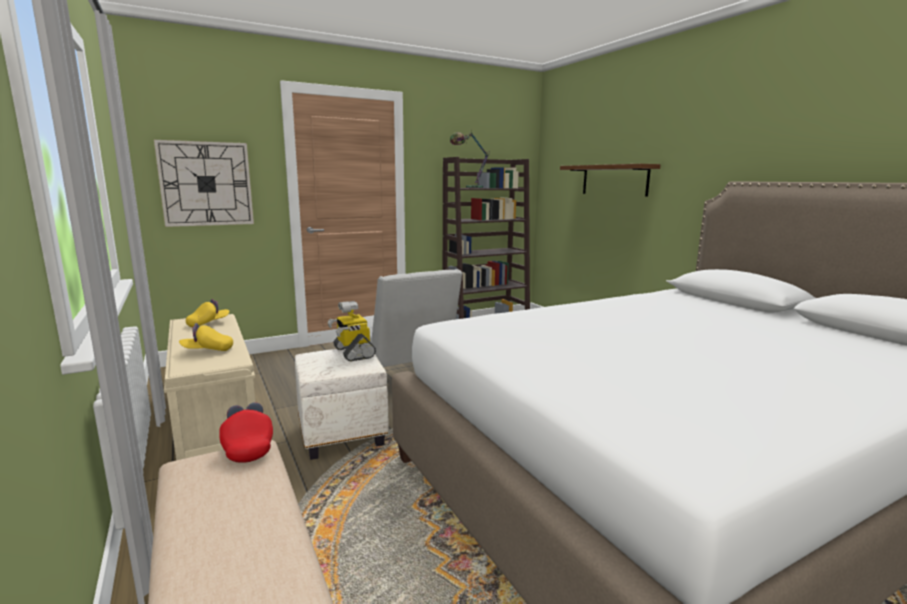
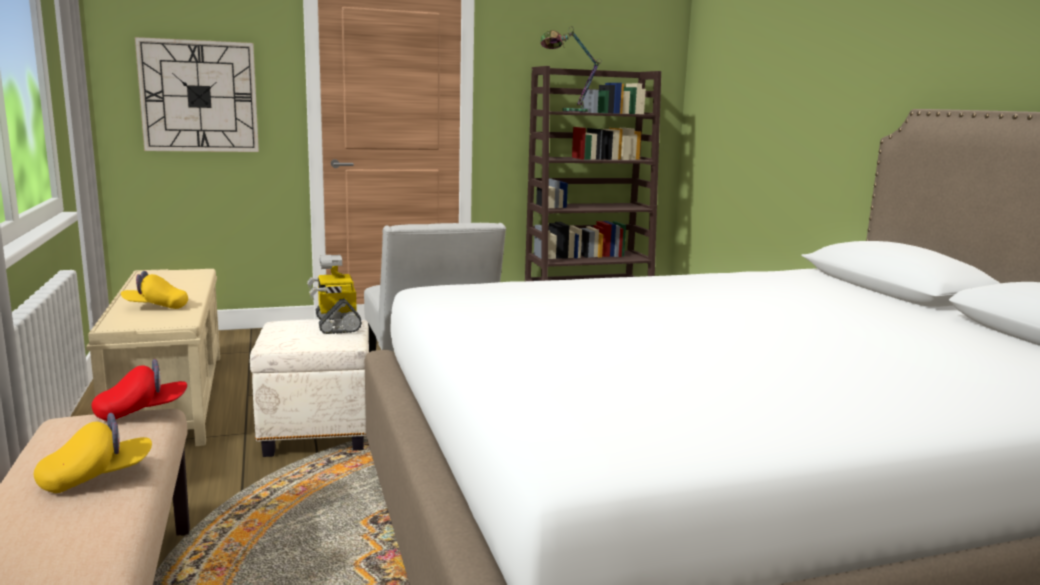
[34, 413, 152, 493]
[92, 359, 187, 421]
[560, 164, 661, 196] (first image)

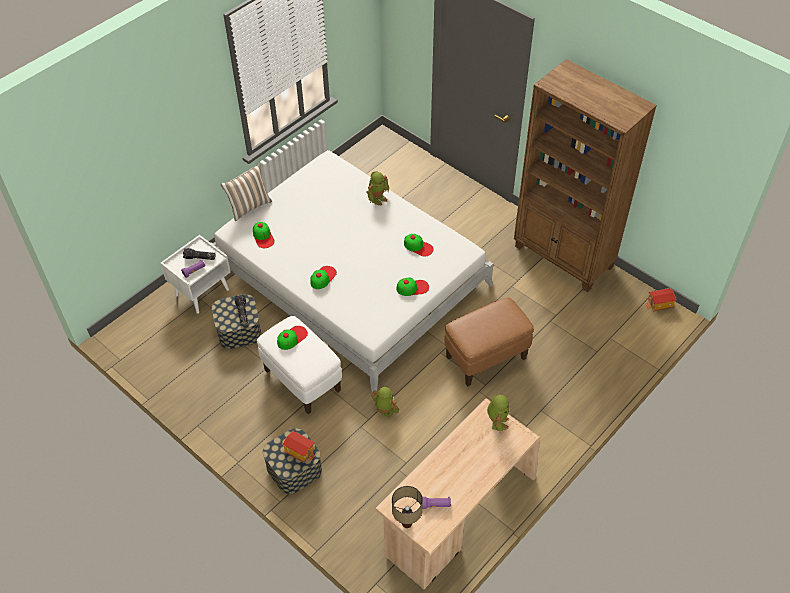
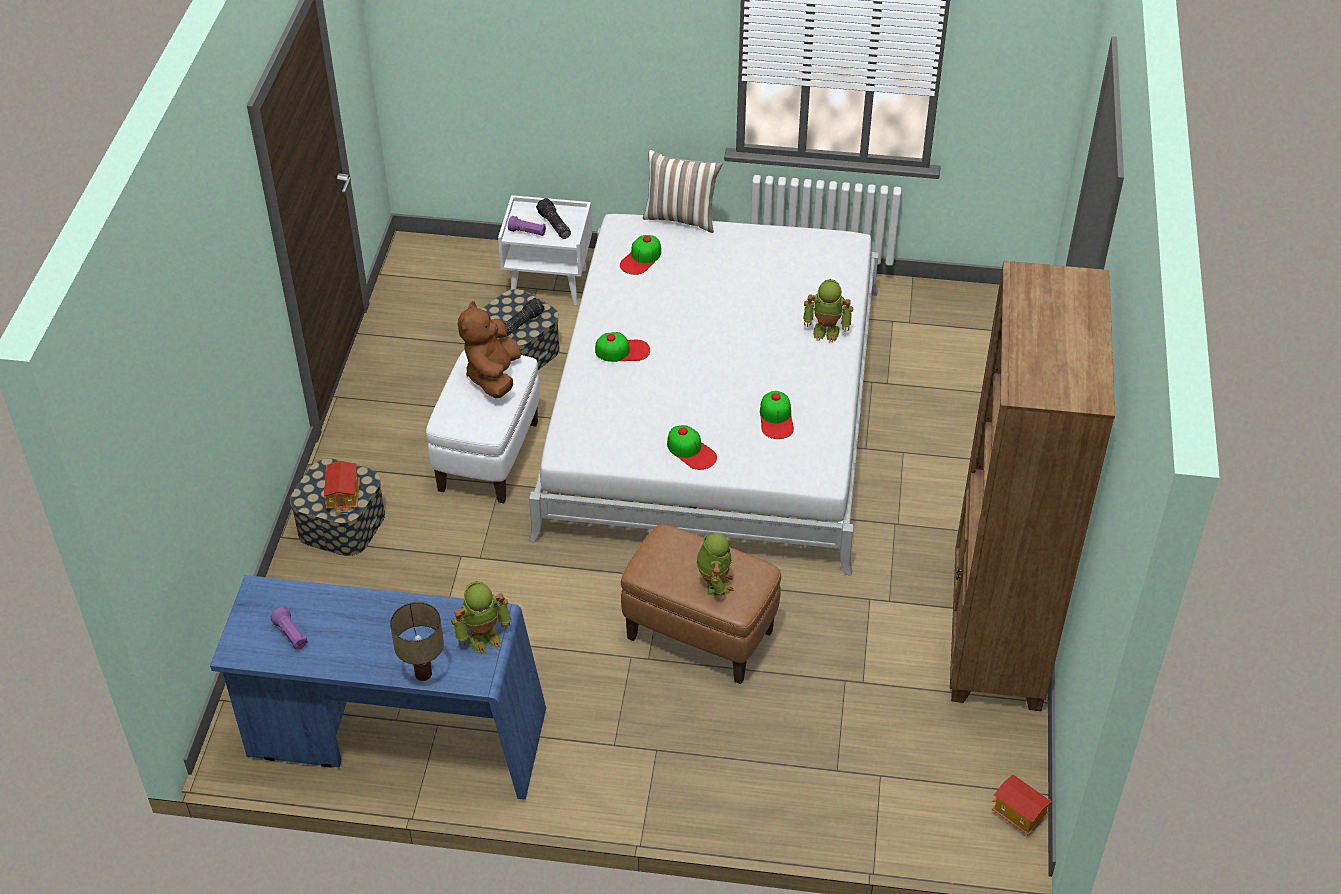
[210, 575, 546, 800]
[390, 602, 444, 681]
[458, 301, 521, 398]
[696, 533, 734, 598]

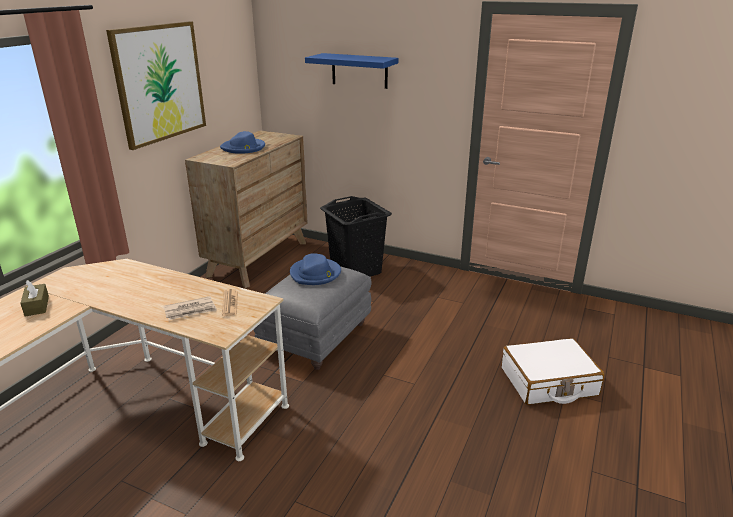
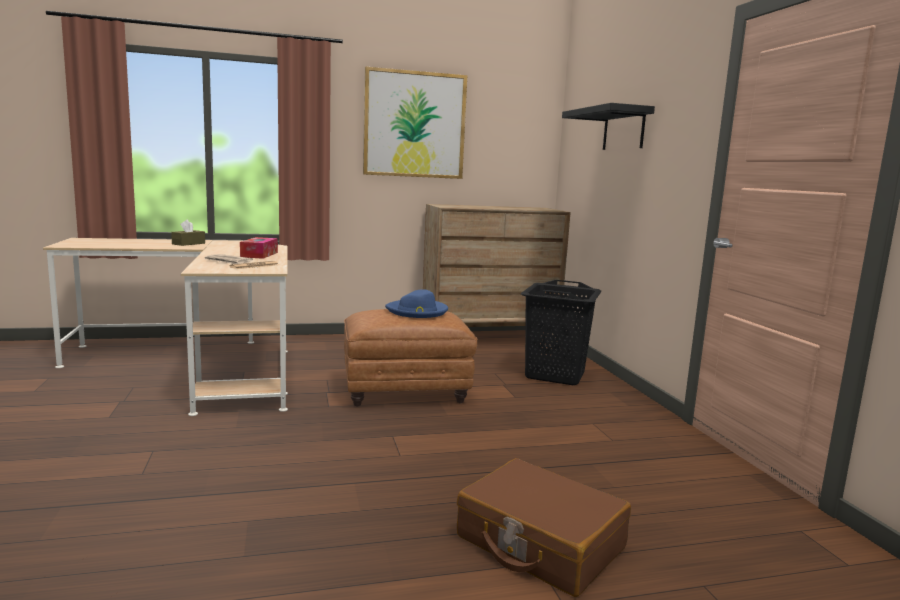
[240, 237, 278, 259]
[344, 309, 478, 407]
[457, 458, 631, 597]
[562, 103, 655, 150]
[220, 131, 265, 154] (first image)

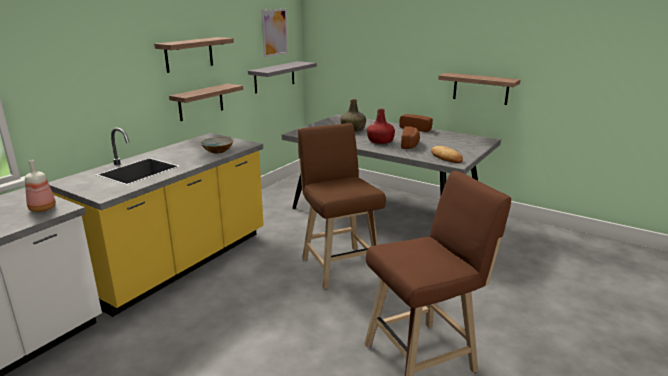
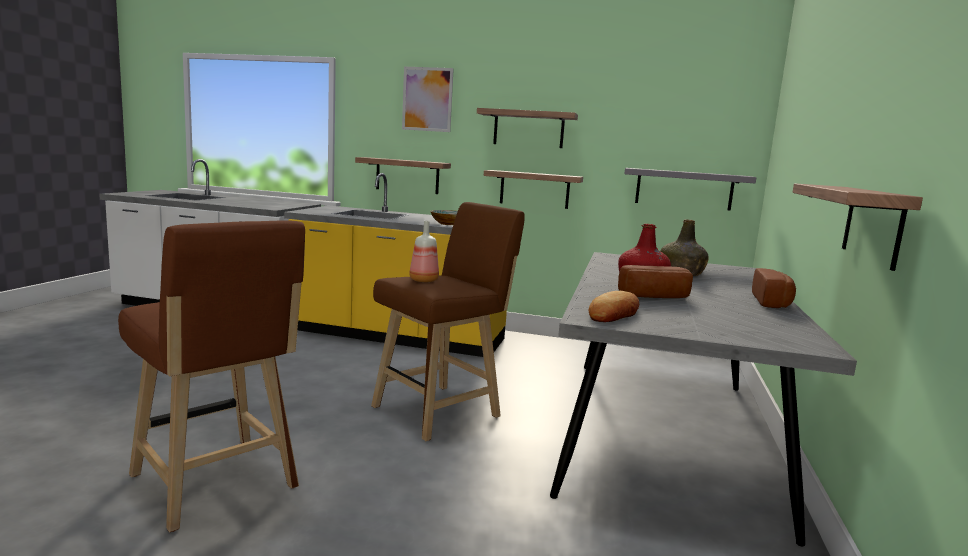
[355, 157, 451, 194]
[402, 67, 454, 132]
[409, 221, 439, 282]

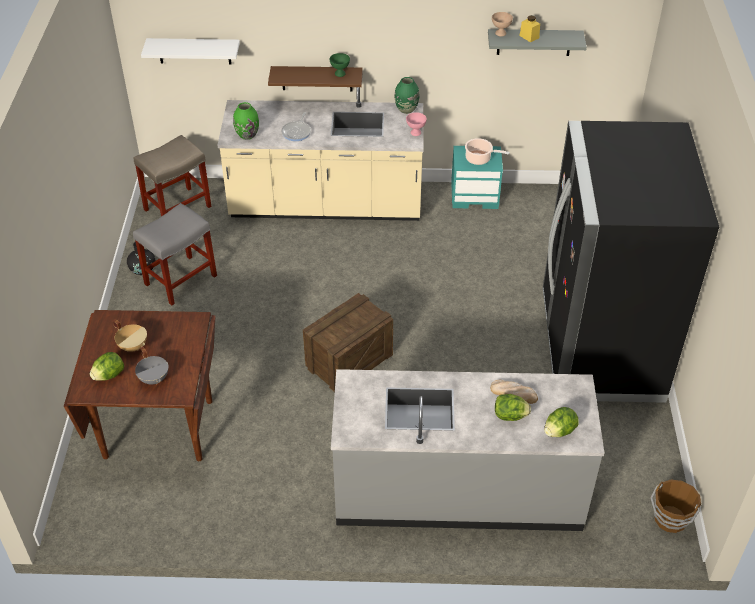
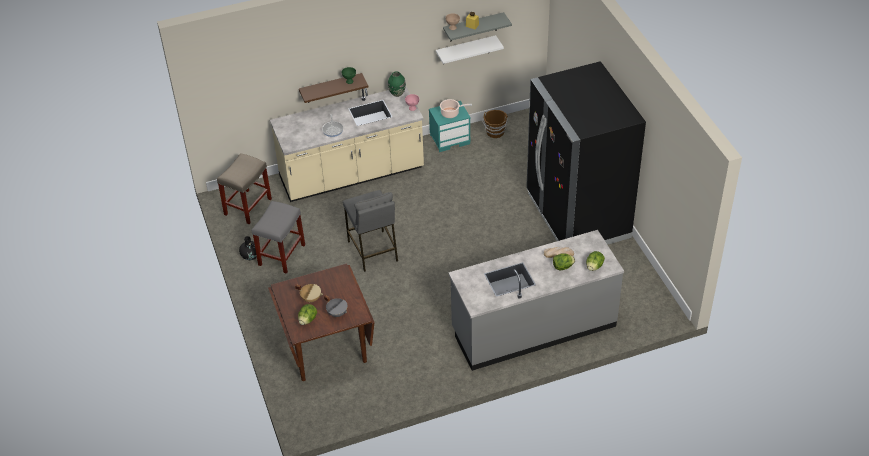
[343, 190, 398, 272]
[436, 35, 504, 64]
[482, 110, 508, 138]
[233, 102, 259, 140] (first image)
[303, 293, 393, 392] (first image)

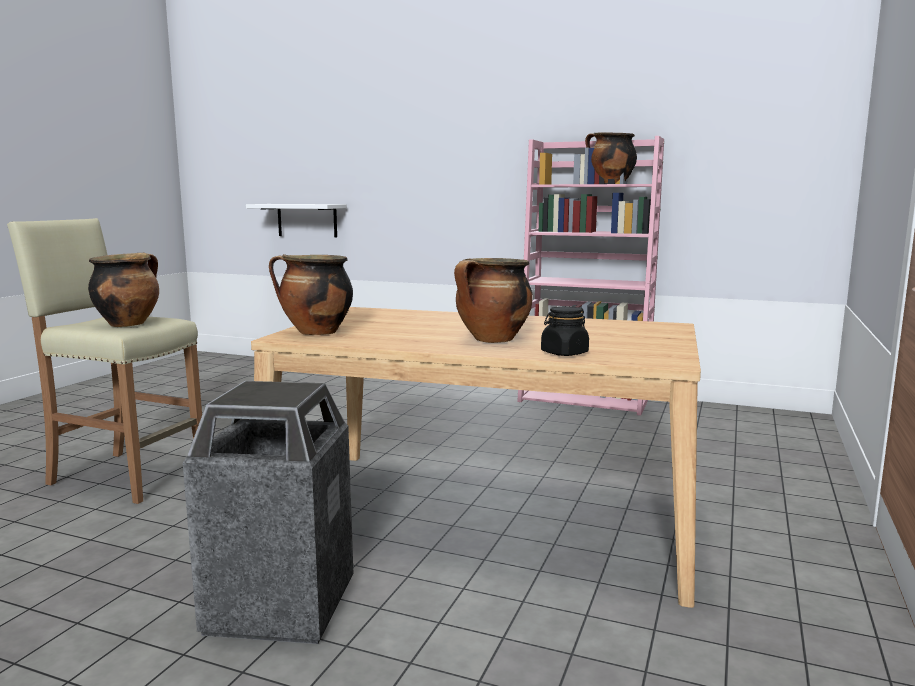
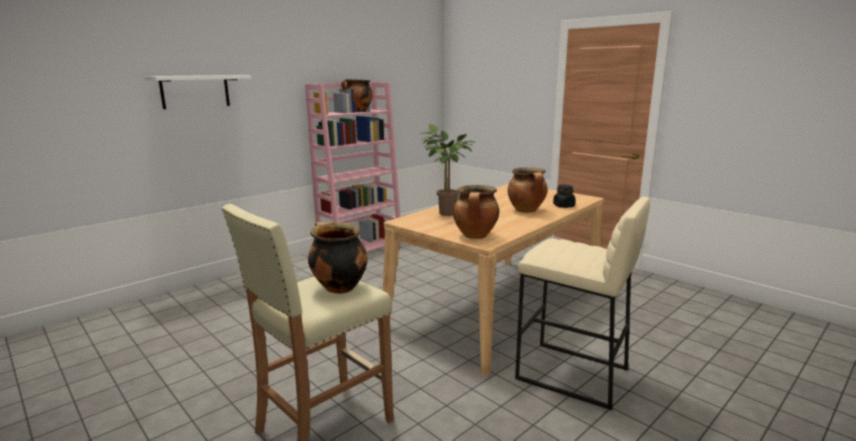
[145, 75, 251, 109]
[421, 124, 476, 216]
[515, 197, 650, 410]

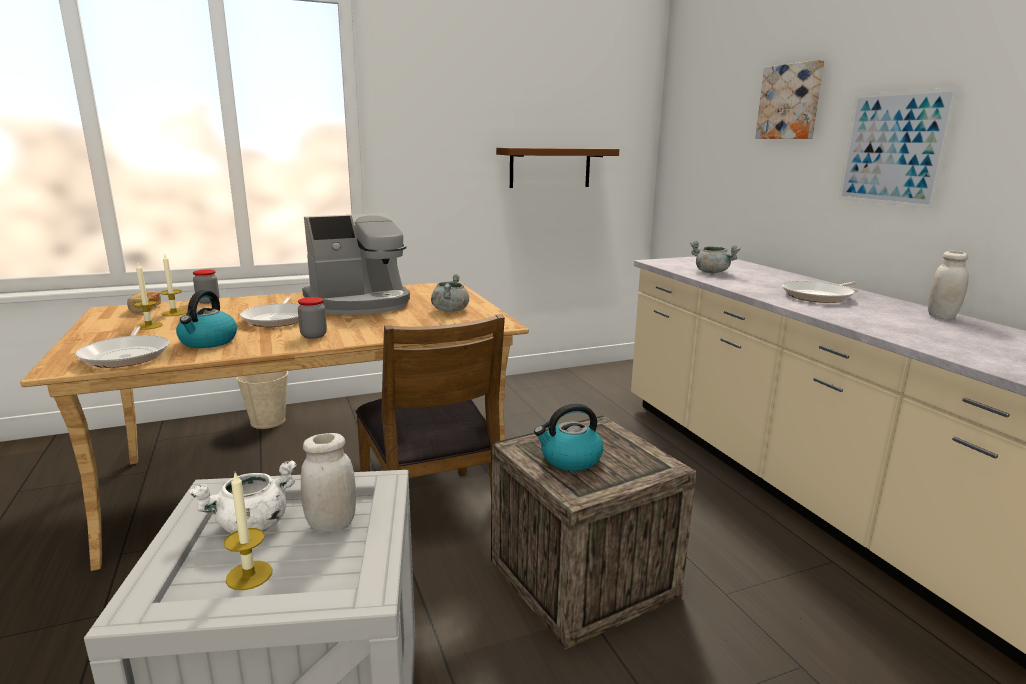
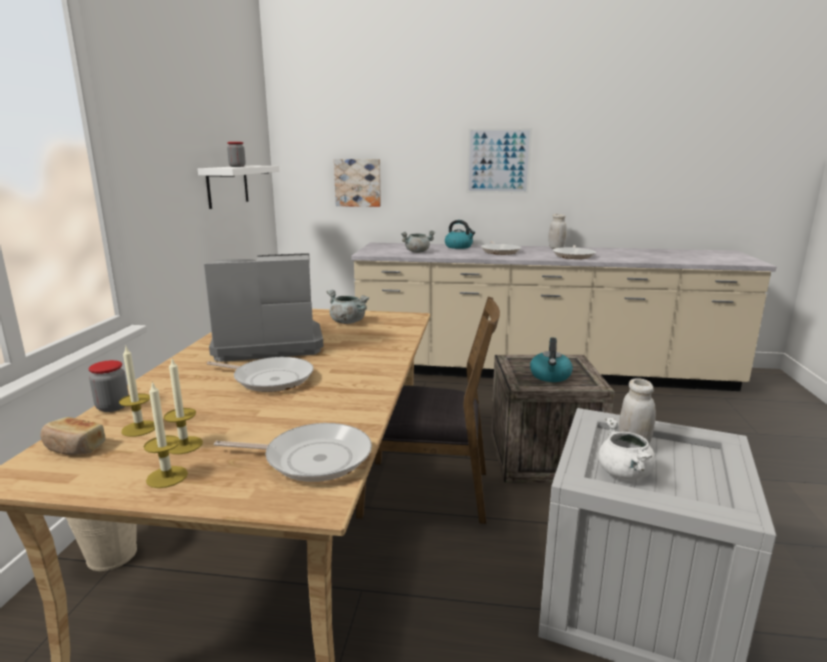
[144, 381, 188, 488]
[198, 166, 279, 209]
[204, 253, 324, 362]
[227, 142, 246, 167]
[334, 159, 381, 207]
[445, 220, 475, 249]
[553, 245, 596, 259]

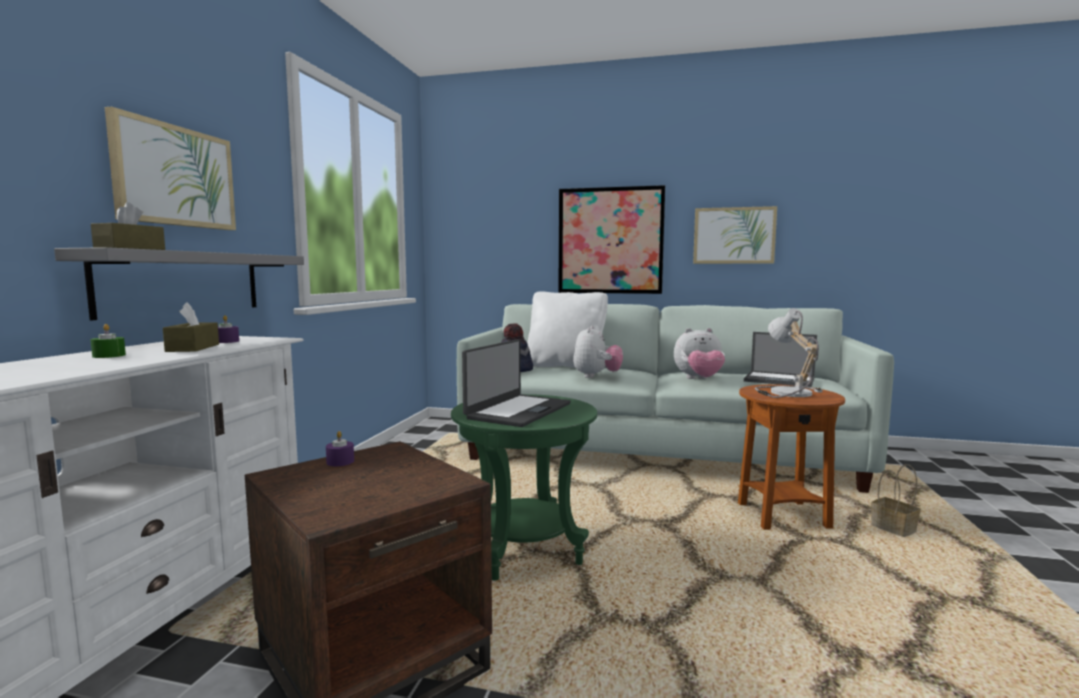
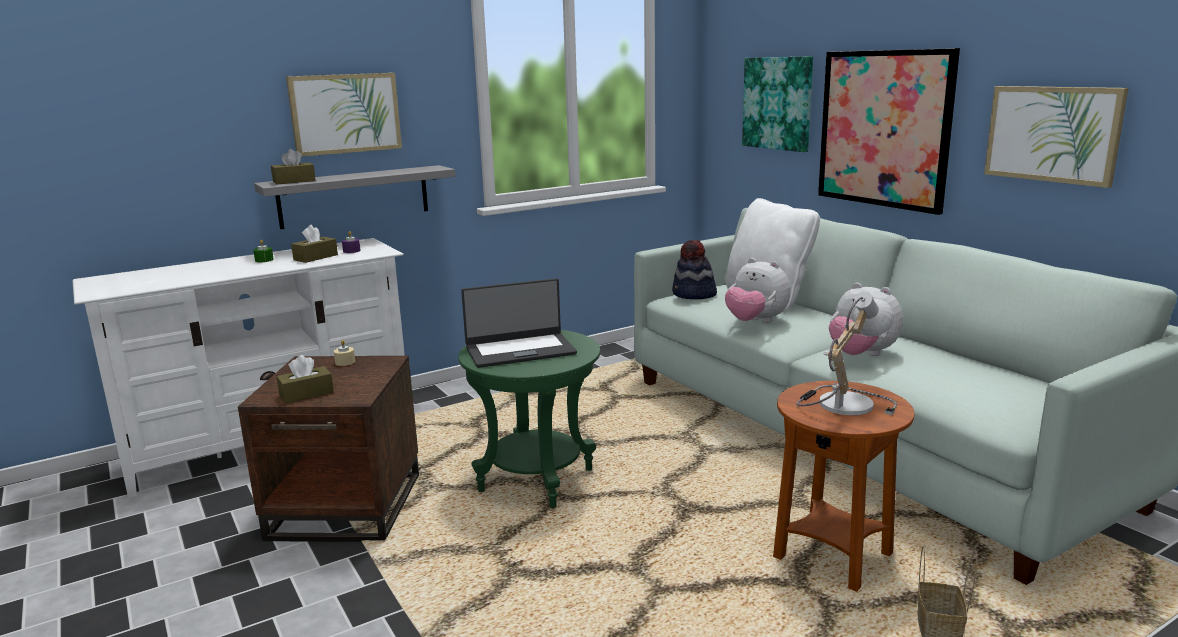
[277, 355, 334, 404]
[334, 340, 355, 366]
[725, 258, 791, 323]
[742, 56, 813, 152]
[744, 332, 817, 387] (first image)

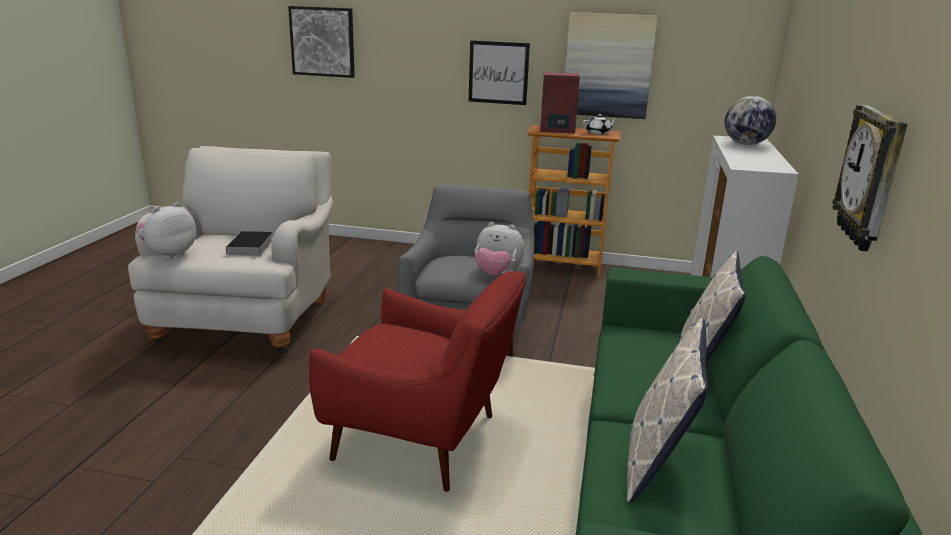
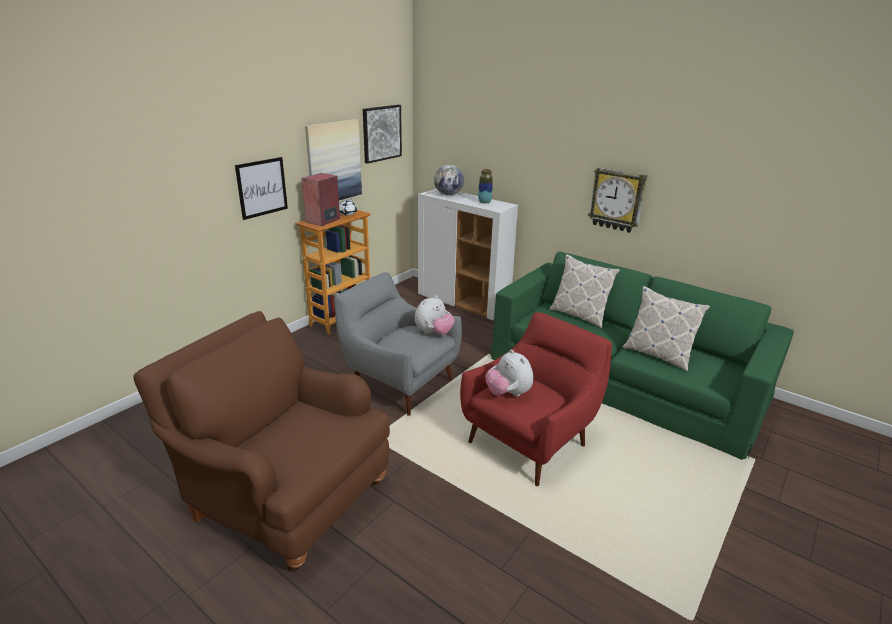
[133, 311, 390, 571]
[363, 105, 402, 164]
[478, 169, 493, 204]
[486, 349, 533, 397]
[226, 231, 272, 257] (first image)

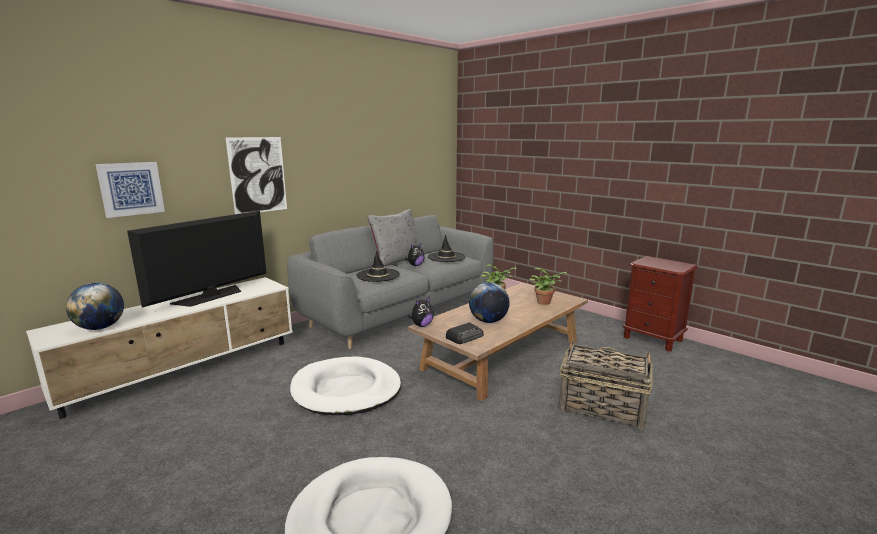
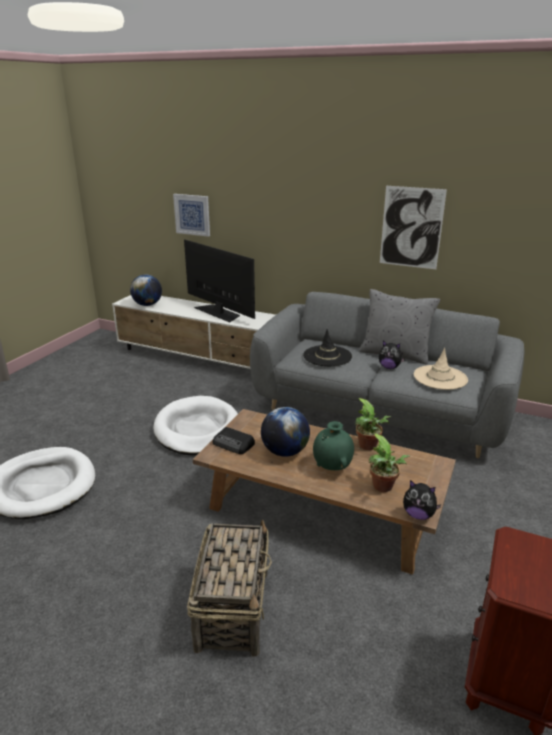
[184, 240, 255, 322]
[313, 421, 354, 470]
[380, 186, 447, 269]
[403, 480, 442, 520]
[414, 348, 468, 390]

